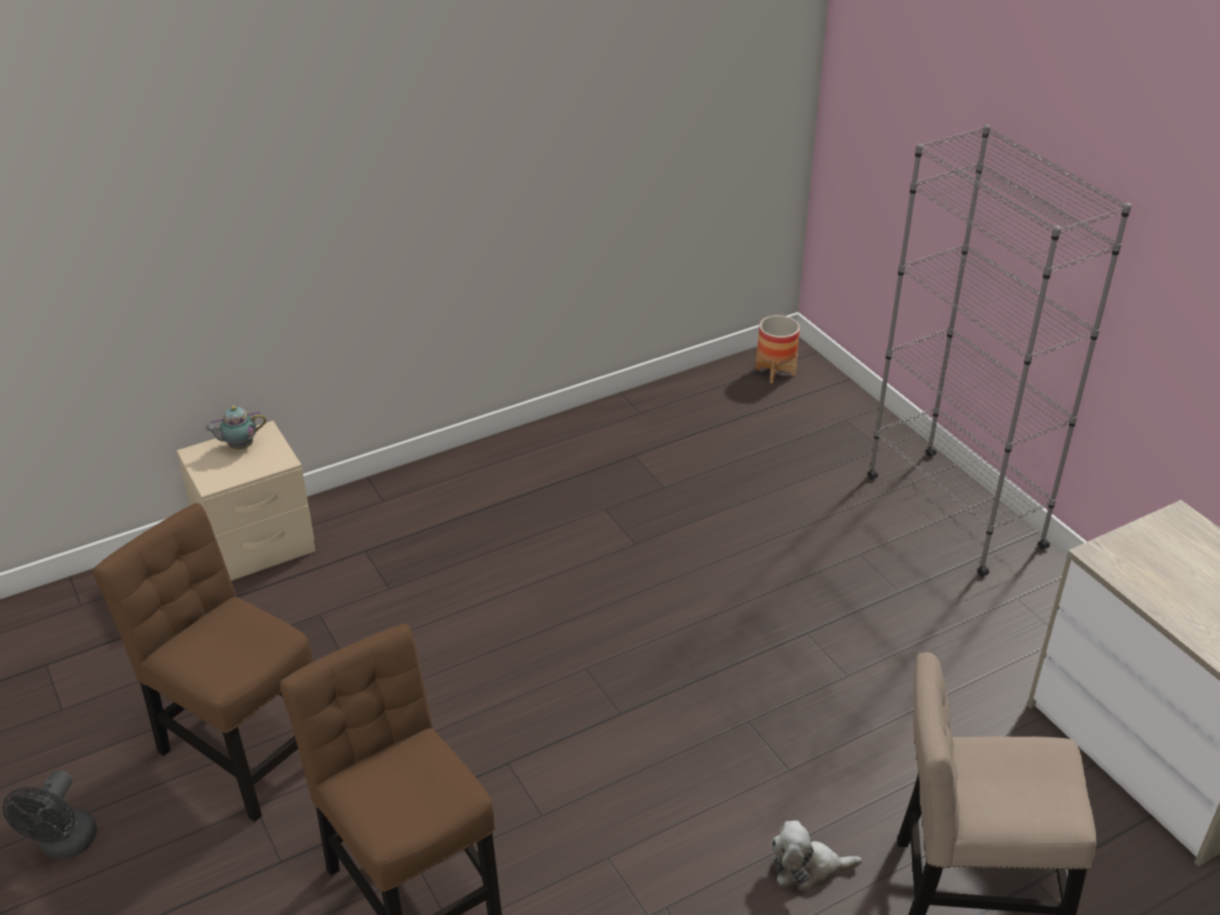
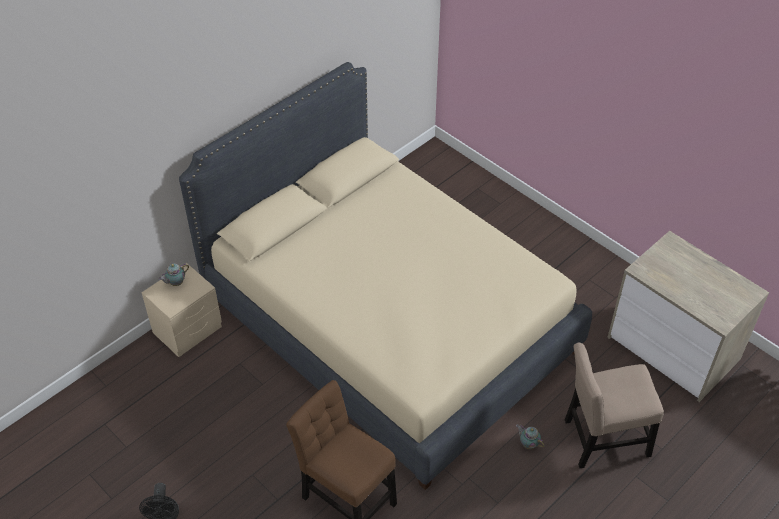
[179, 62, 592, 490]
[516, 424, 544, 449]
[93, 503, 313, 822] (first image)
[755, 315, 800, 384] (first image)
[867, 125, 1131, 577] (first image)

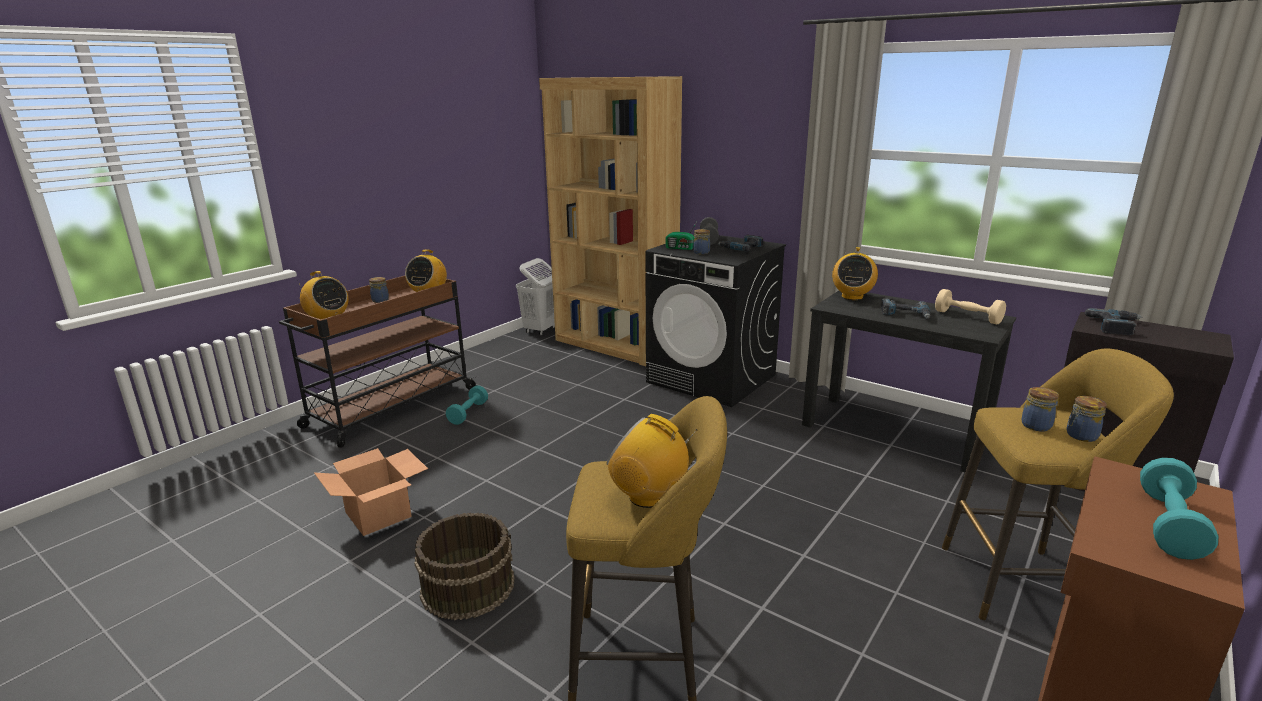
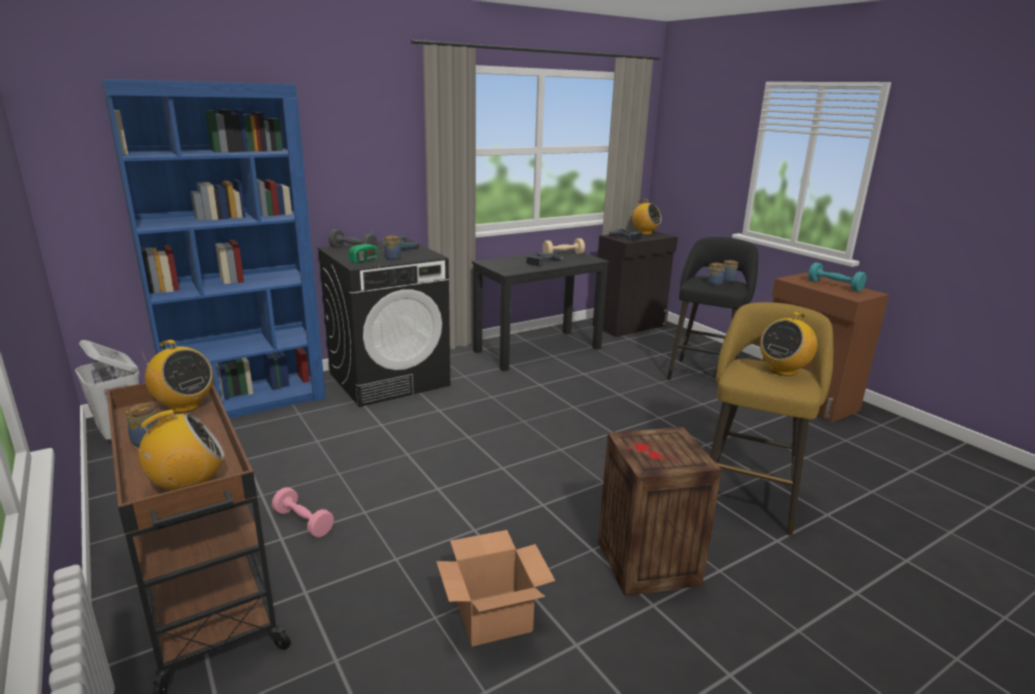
[101, 79, 326, 419]
[272, 487, 334, 538]
[598, 427, 722, 596]
[632, 199, 661, 235]
[667, 237, 758, 380]

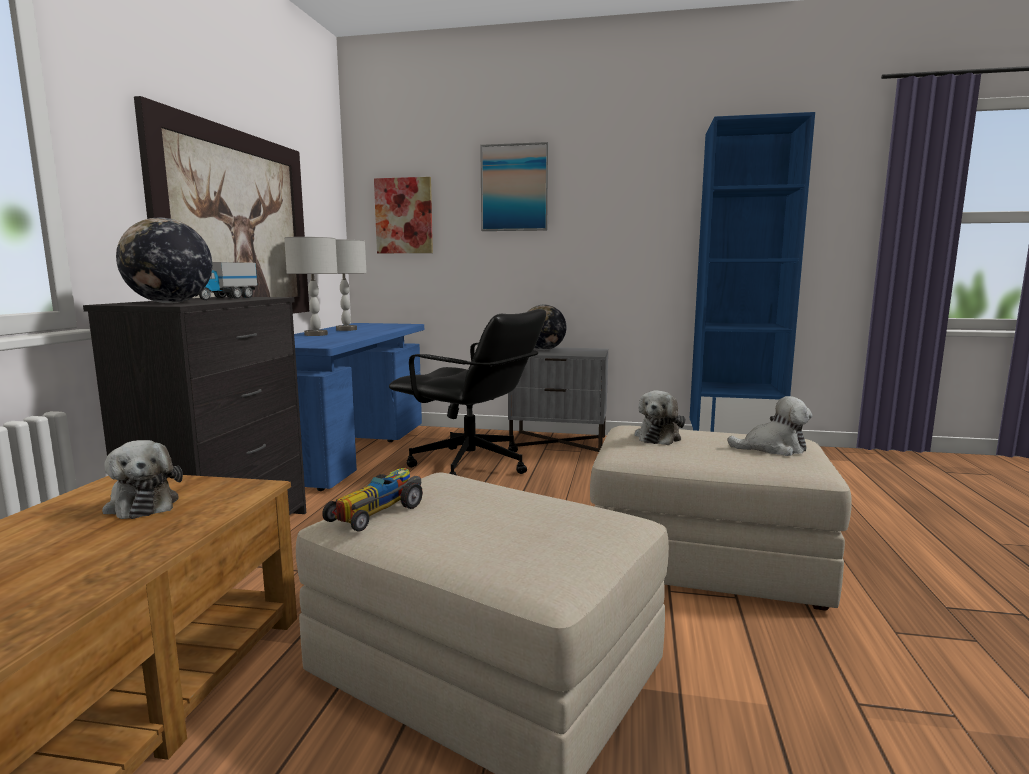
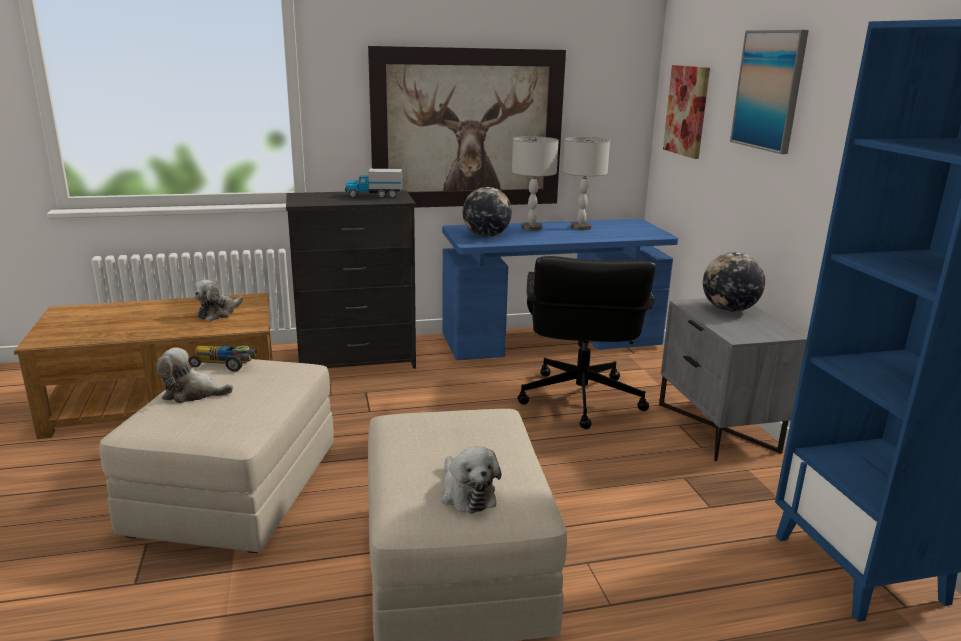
[157, 347, 233, 403]
[463, 187, 512, 237]

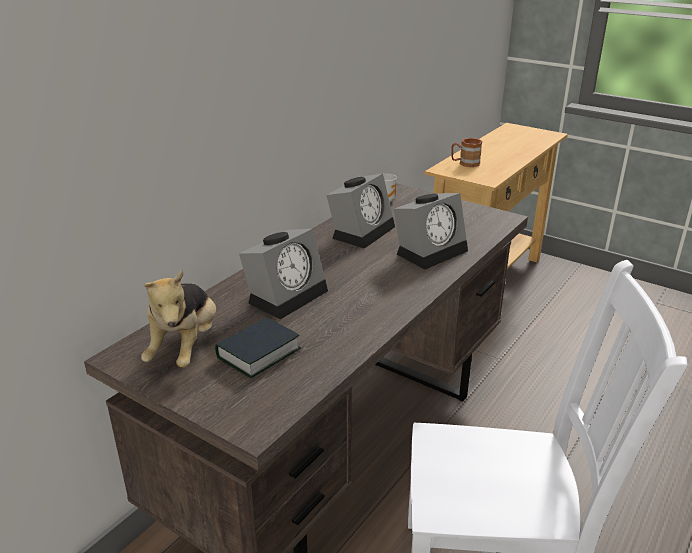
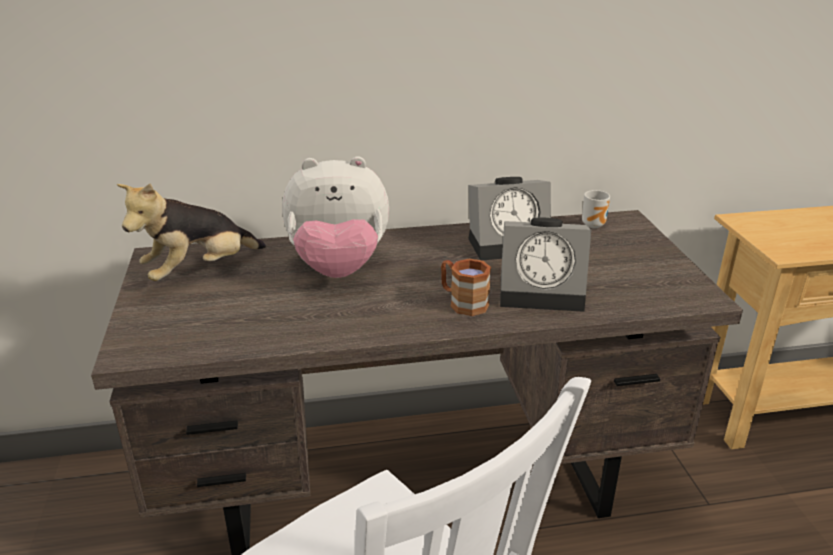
[282, 156, 389, 278]
[441, 258, 491, 316]
[215, 317, 301, 378] (first image)

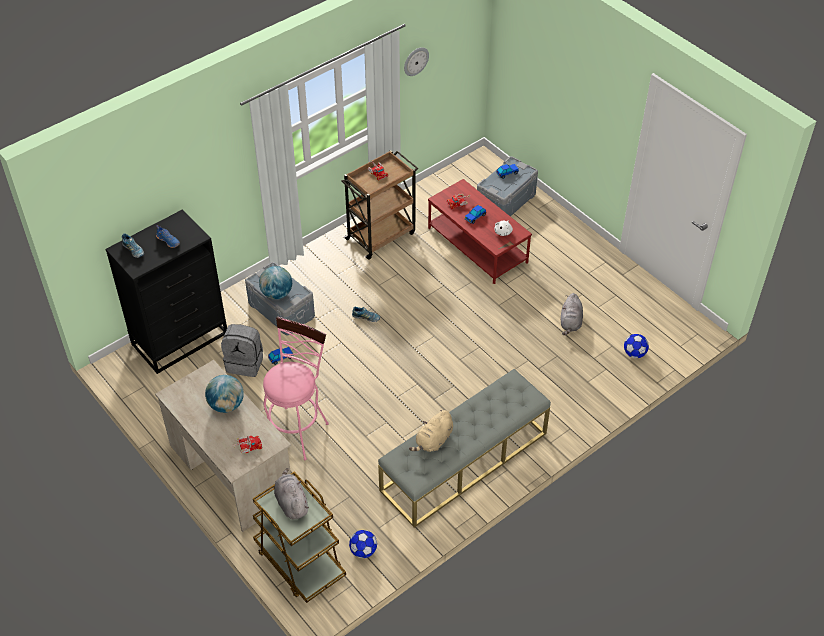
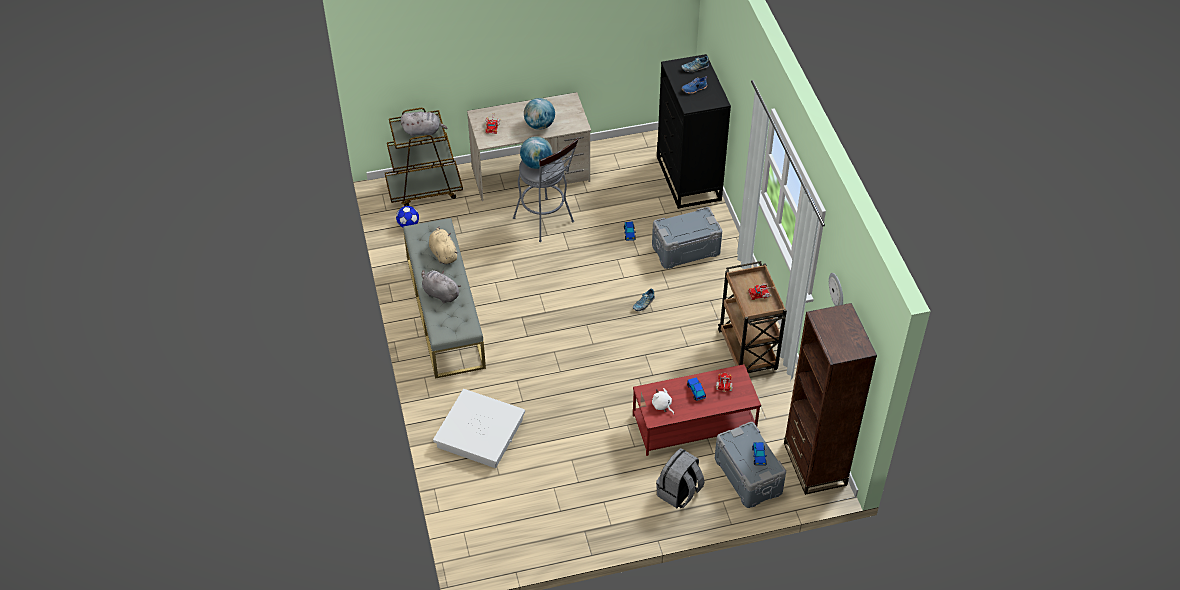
[422, 270, 461, 303]
[433, 389, 525, 468]
[513, 138, 578, 242]
[520, 136, 553, 169]
[656, 448, 704, 508]
[784, 303, 877, 495]
[624, 334, 649, 358] (first image)

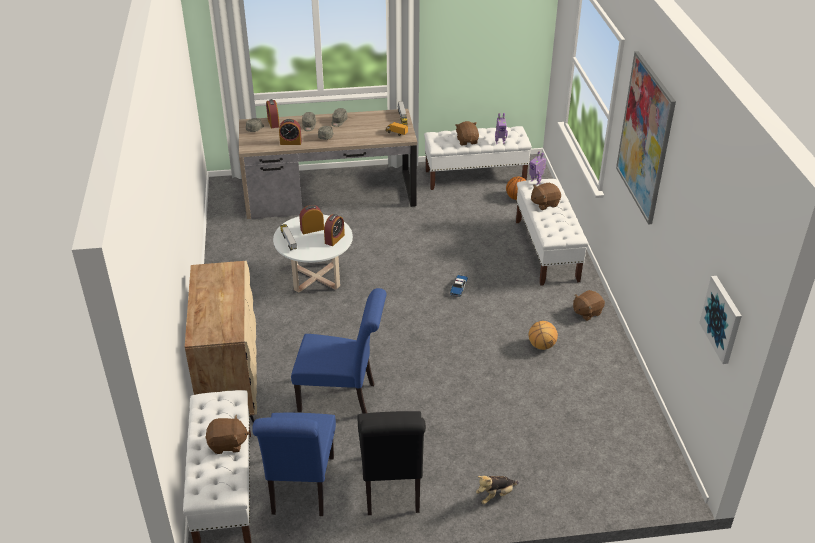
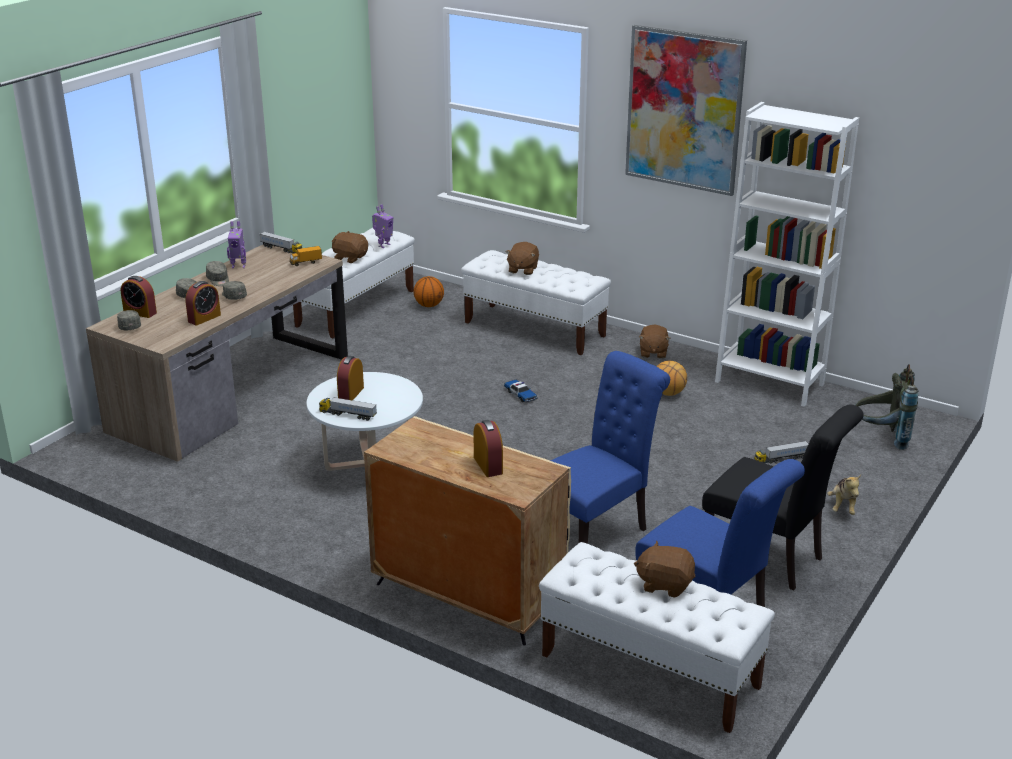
[227, 221, 246, 268]
[474, 420, 503, 477]
[634, 541, 695, 598]
[715, 102, 859, 407]
[754, 441, 808, 463]
[855, 364, 919, 450]
[699, 276, 742, 364] (first image)

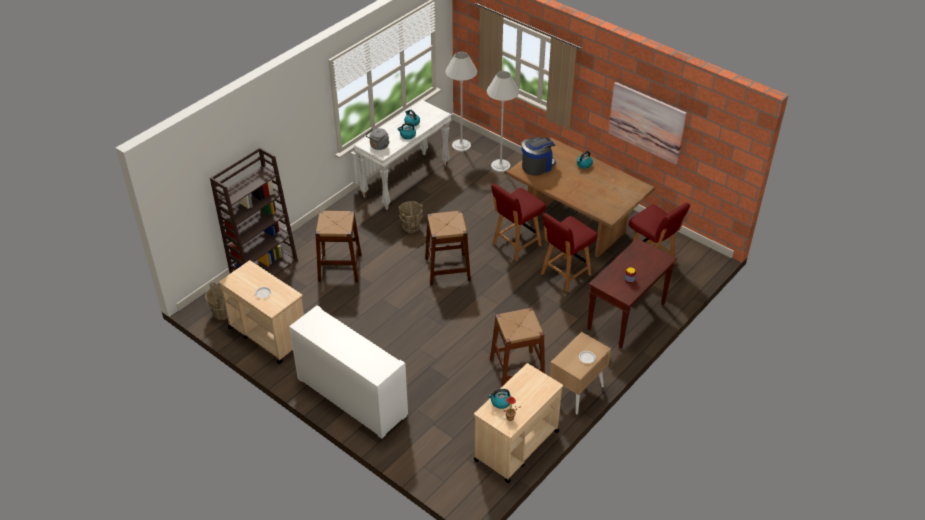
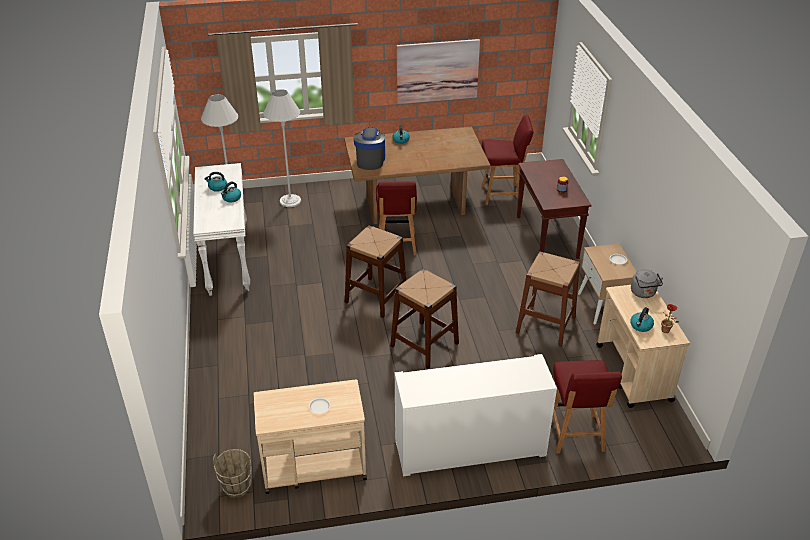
[390, 269, 459, 369]
[553, 360, 622, 454]
[631, 269, 663, 298]
[210, 147, 298, 276] (first image)
[398, 201, 423, 233] (first image)

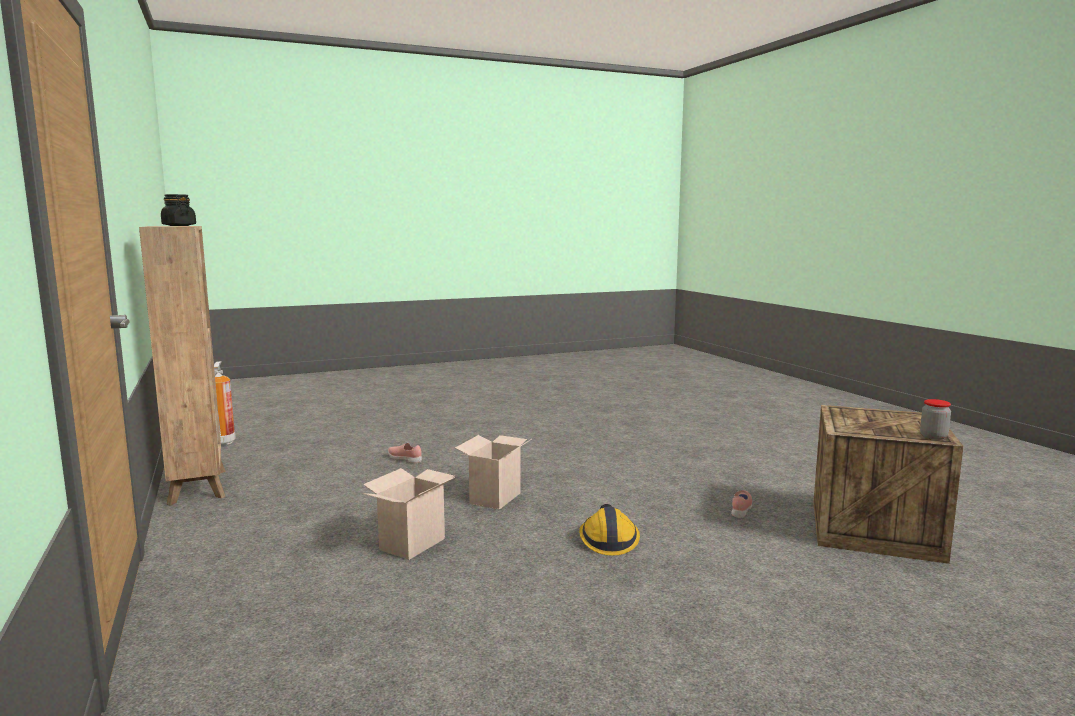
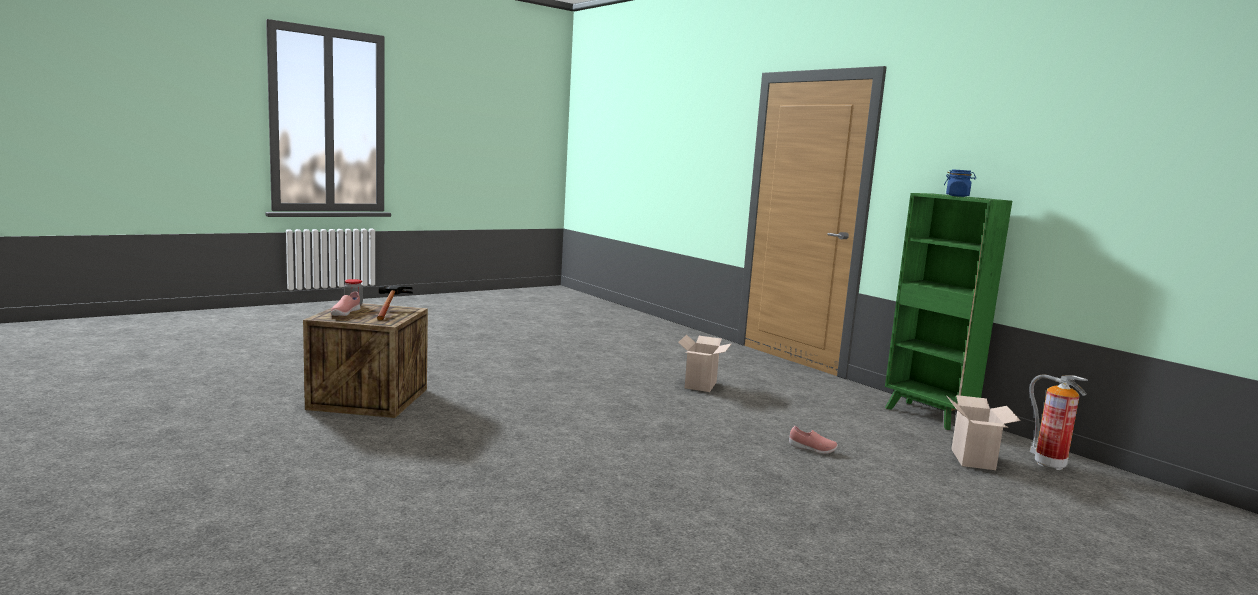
[331, 291, 360, 316]
[377, 285, 413, 320]
[885, 193, 1012, 430]
[944, 169, 976, 197]
[946, 395, 1021, 470]
[579, 504, 640, 556] (first image)

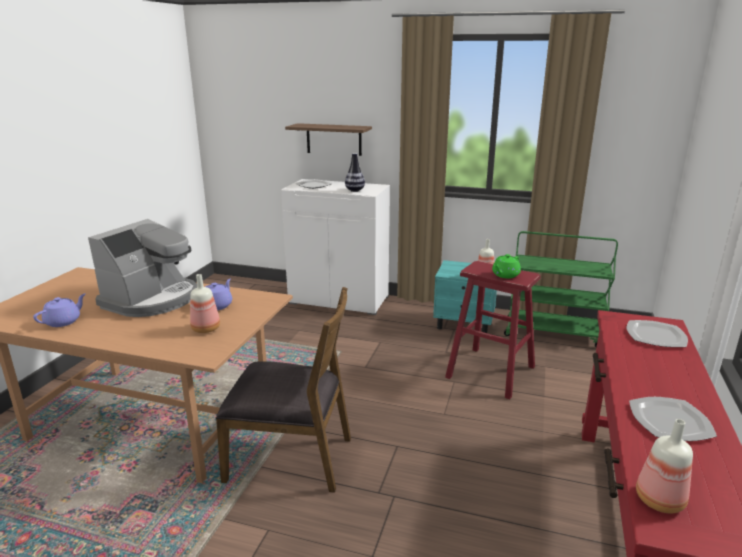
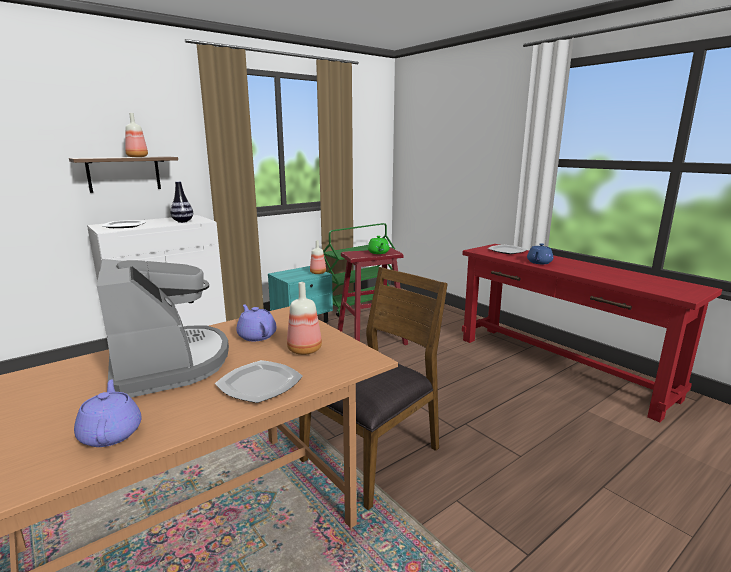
[125, 113, 148, 157]
[215, 360, 303, 403]
[527, 243, 553, 264]

